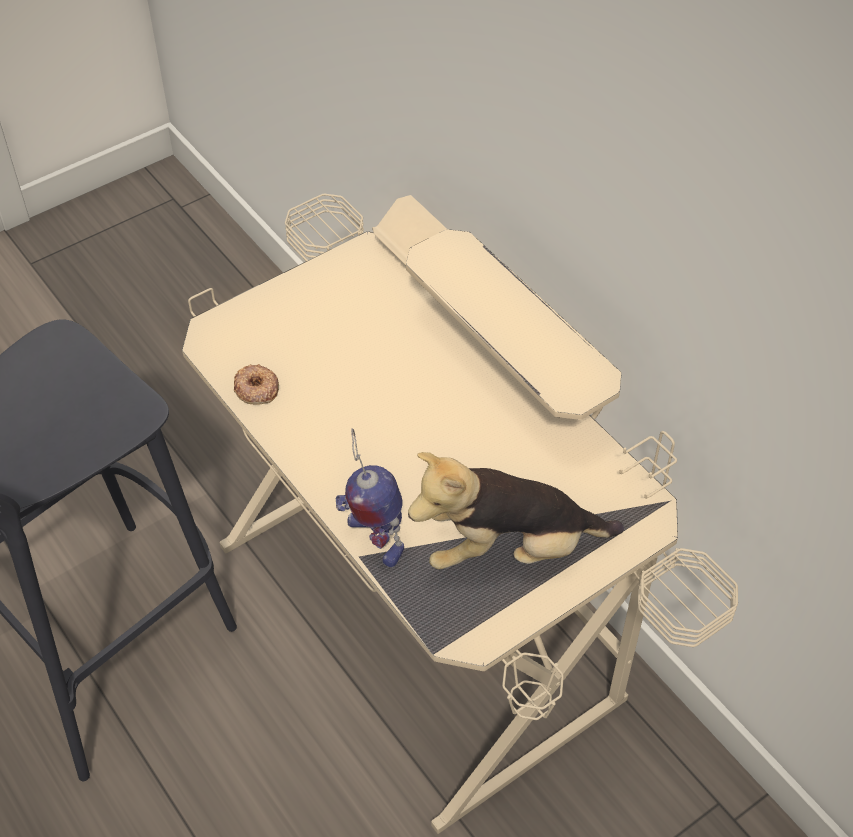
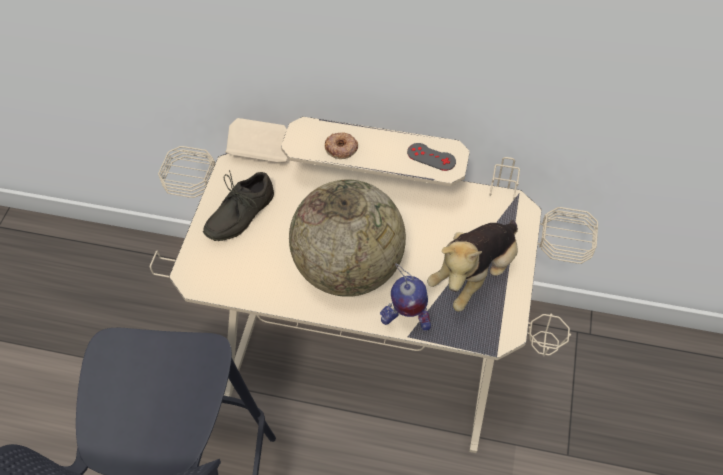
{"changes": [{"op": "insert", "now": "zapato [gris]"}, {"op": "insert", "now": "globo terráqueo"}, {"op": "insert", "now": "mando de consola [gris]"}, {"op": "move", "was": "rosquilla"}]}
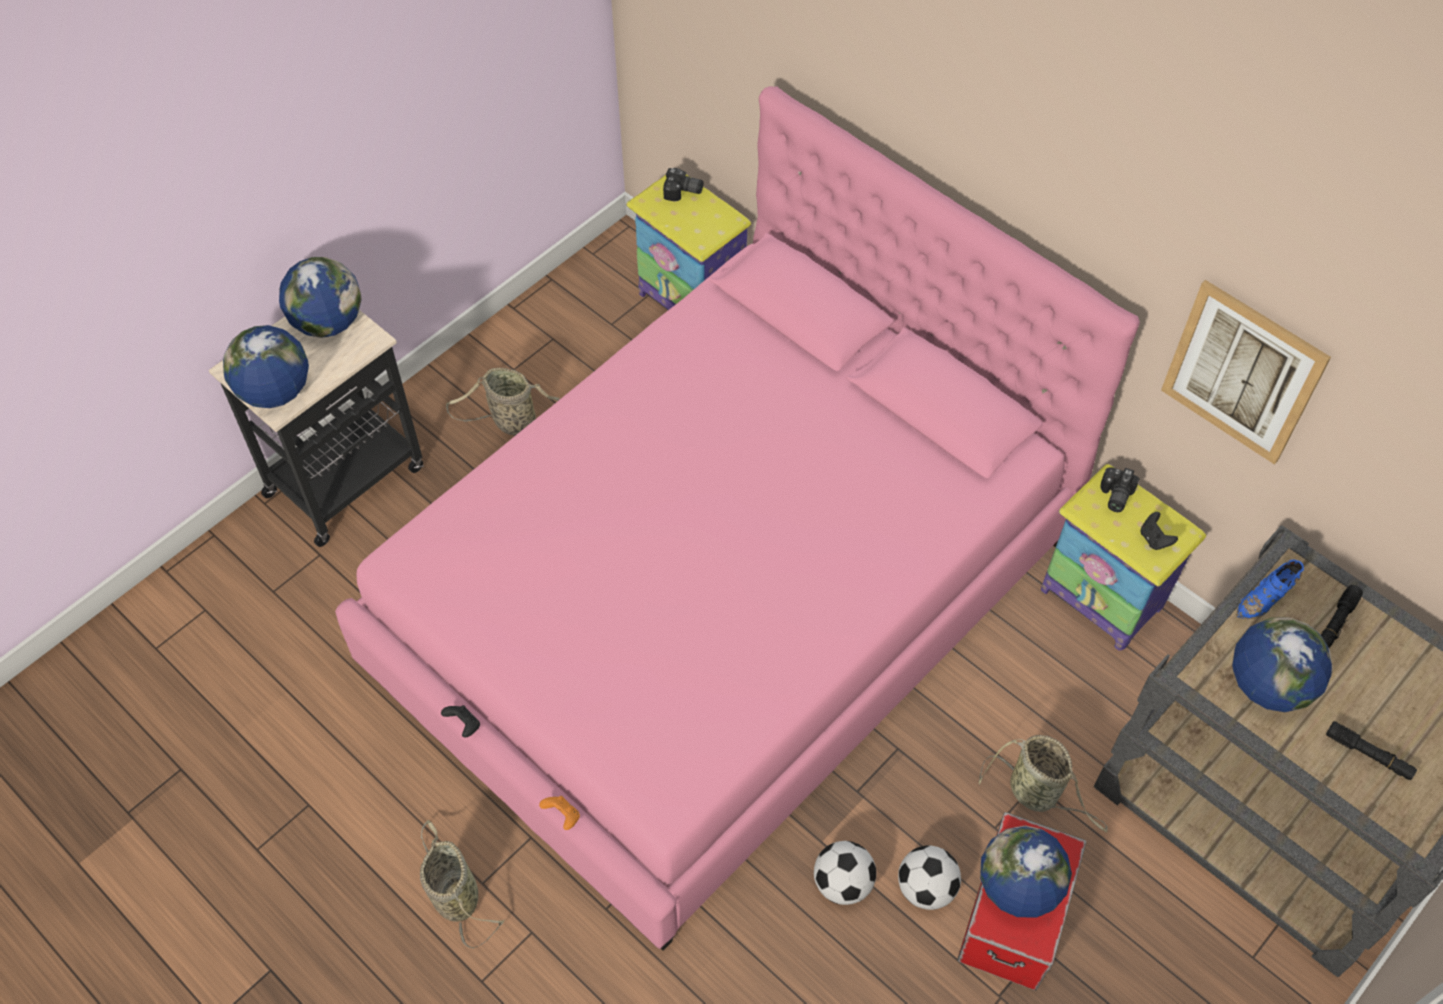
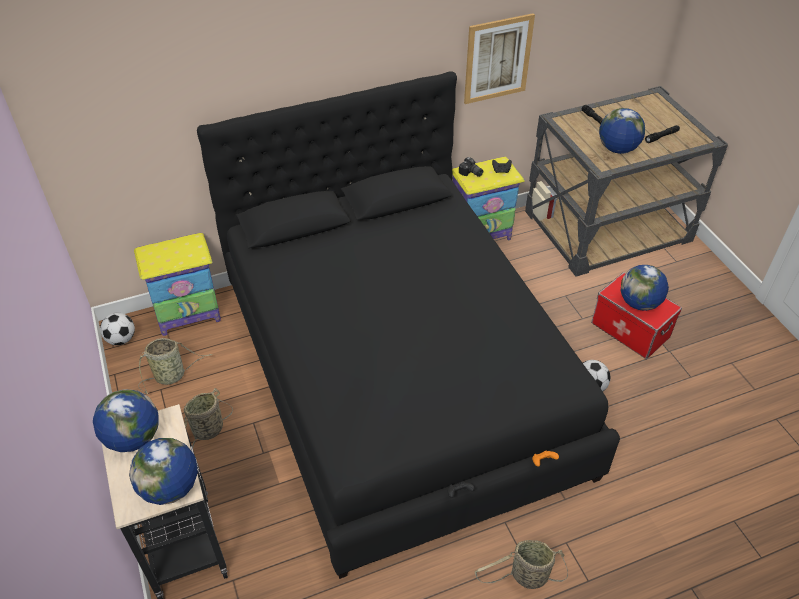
{"changes": [{"op": "delete", "was": "cámara (1st from left)"}, {"op": "delete", "was": "zapato [azul]"}, {"op": "move", "was": "balón de fútbol (2nd from left in the first image)", "now": "balón de fútbol (1st from left)"}, {"op": "move", "was": "cesta (3rd from left in the first image)", "now": "cesta (1st from left)"}, {"op": "recolor", "was": "cama [rosa]", "now": "cama [negro]"}]}
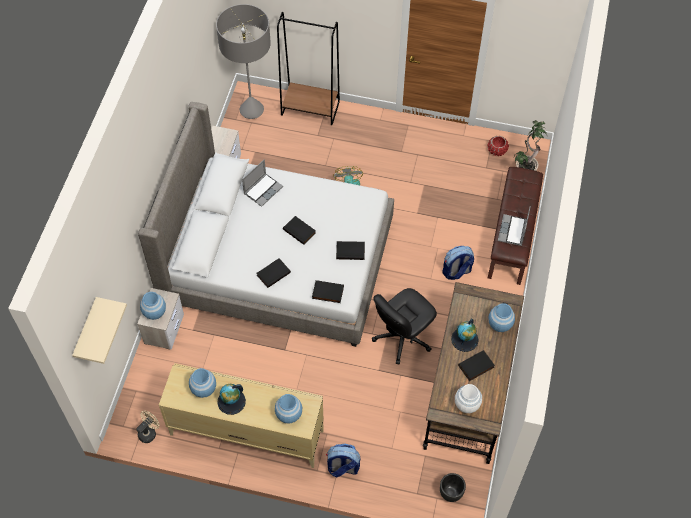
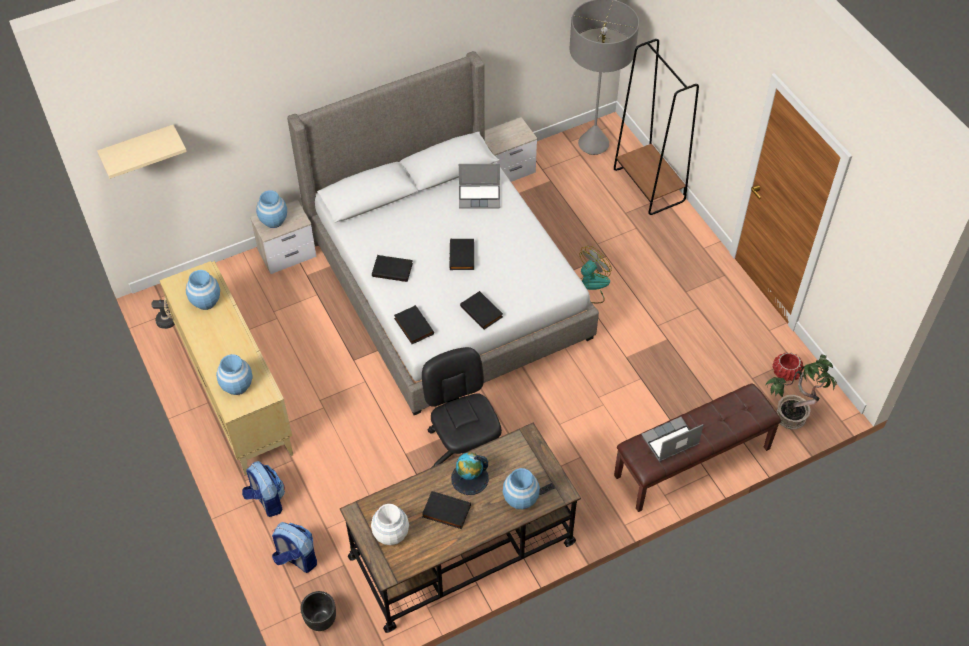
{"changes": [{"op": "delete", "was": "globo terráqueo (1st from left)"}, {"op": "move", "was": "mochila (2nd from left)"}, {"op": "rotate", "was": "silla de oficina [negro]", "clockwise": 60}]}
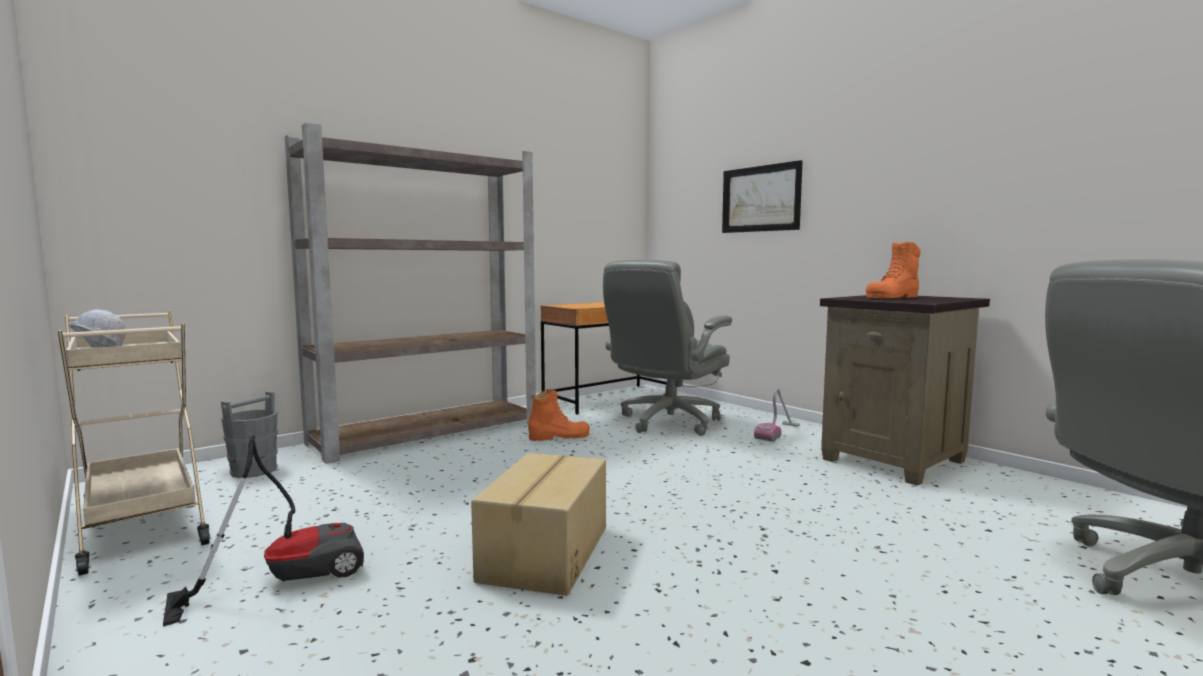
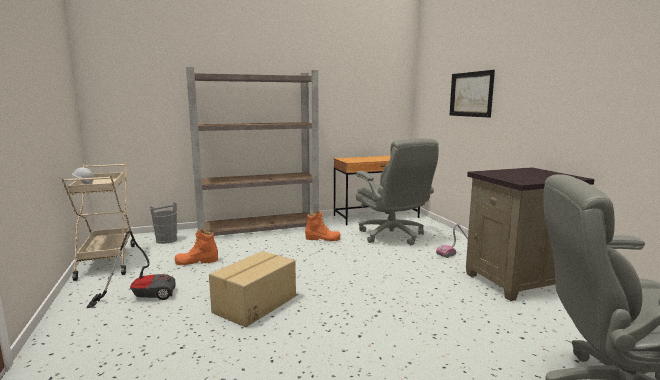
{"changes": [{"op": "move", "was": "bota [naranja] (2nd from left in the first image)", "now": "bota [naranja] (1st from left)"}, {"op": "rotate", "was": "silla de oficina [gris] (1st from left)", "clockwise": -90}]}
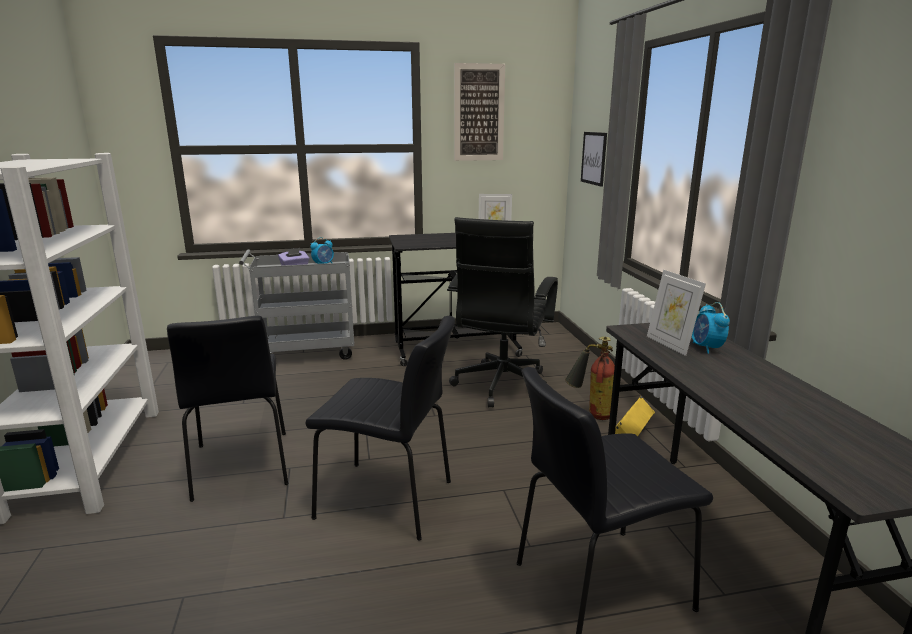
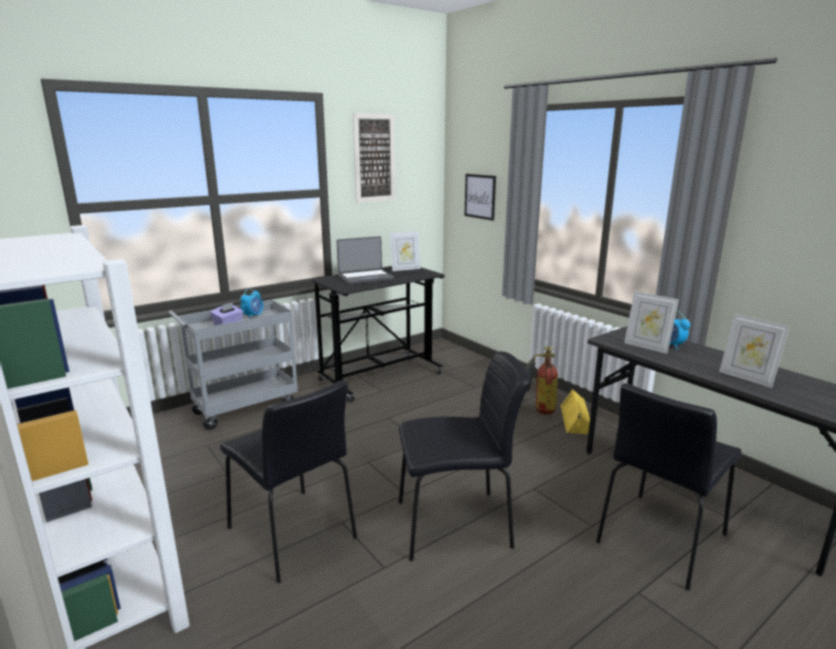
{"changes": [{"op": "delete", "was": "silla de oficina [negro]"}, {"op": "insert", "now": "portátil"}, {"op": "insert", "now": "portarretratos (3rd from left)"}]}
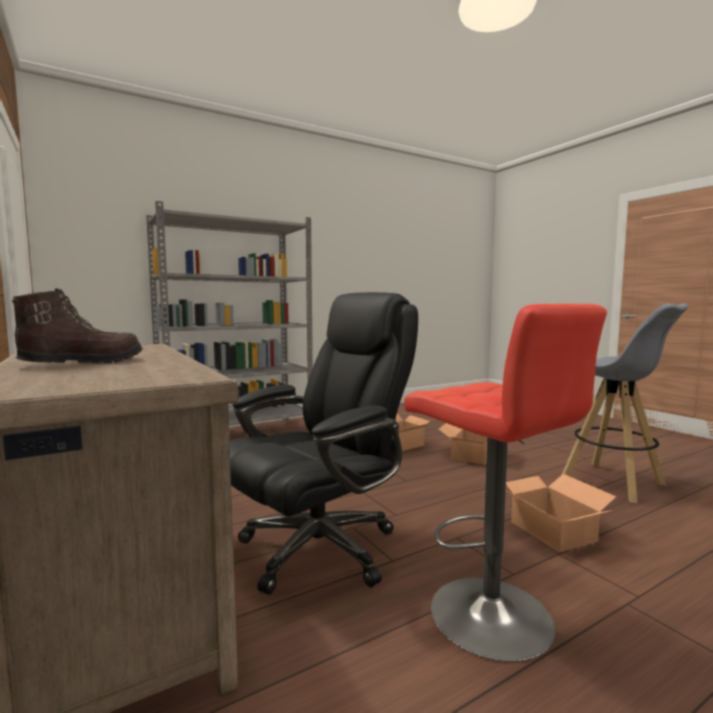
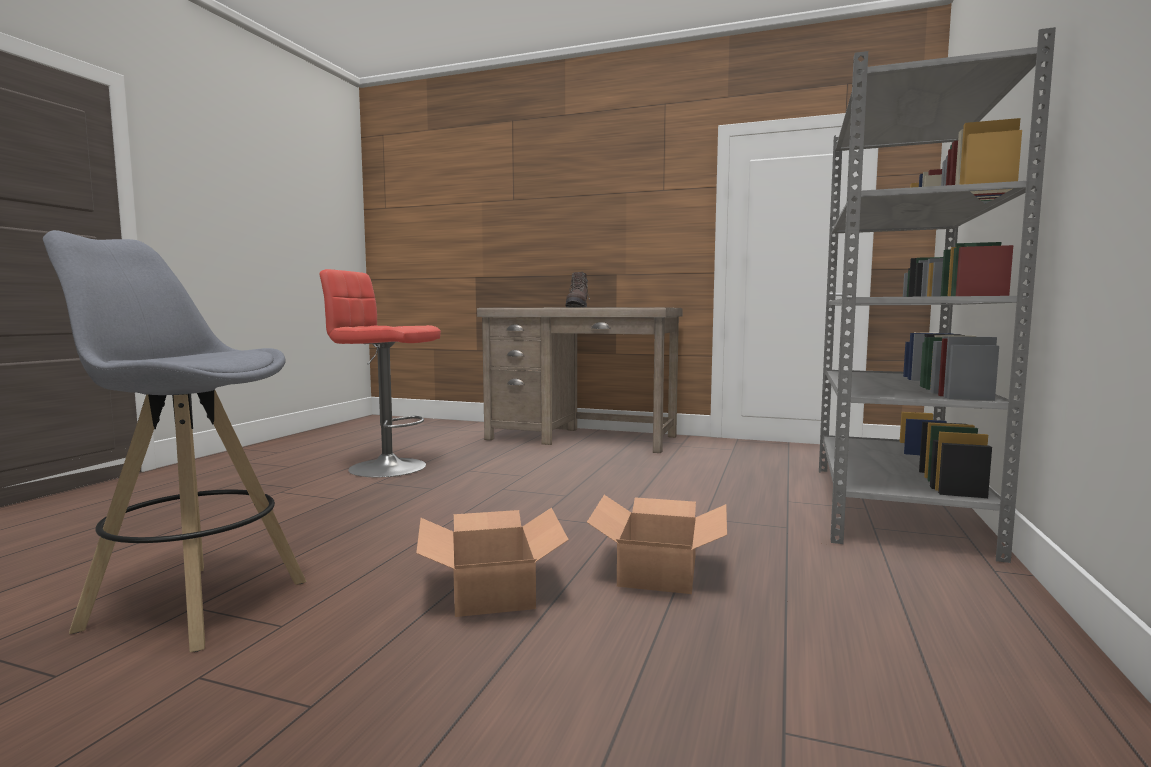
{"changes": [{"op": "delete", "was": "silla de oficina [negro]"}, {"op": "delete", "was": "caja de cartón (3rd from left)"}]}
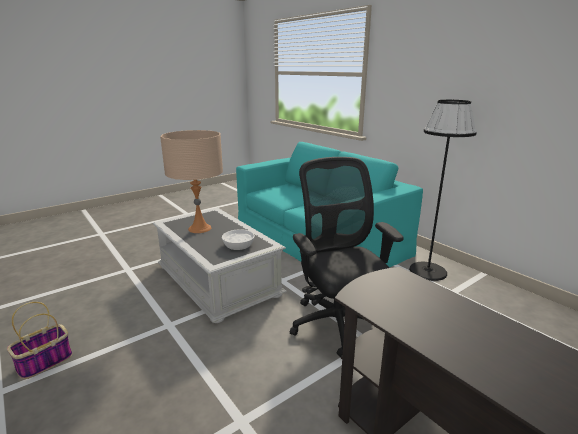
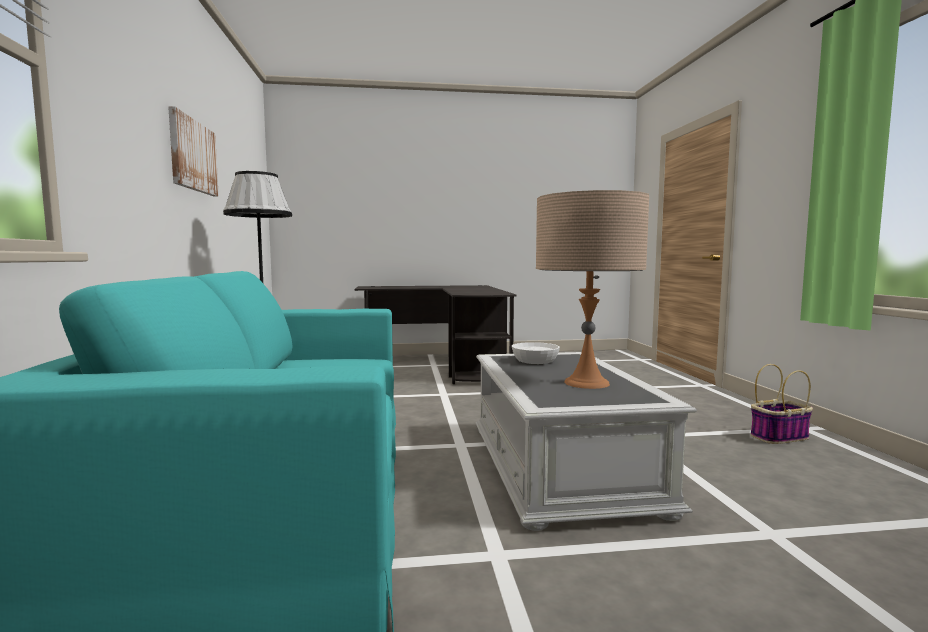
{"changes": [{"op": "delete", "was": "silla de oficina [negro]"}, {"op": "insert", "now": "cuadro"}]}
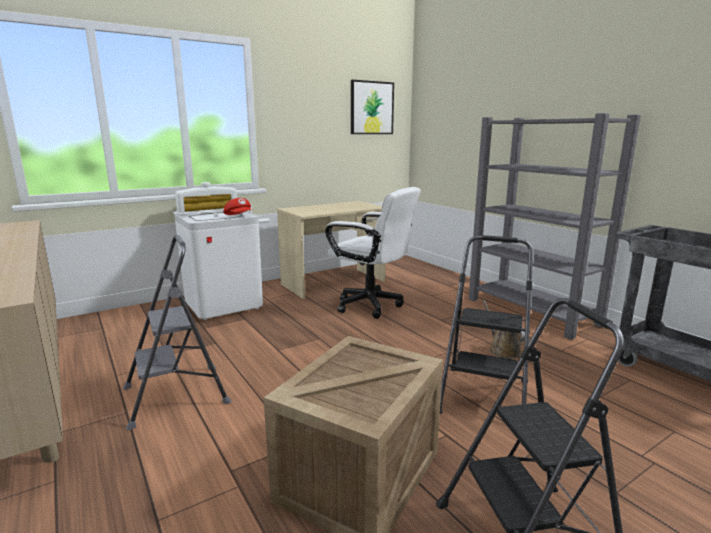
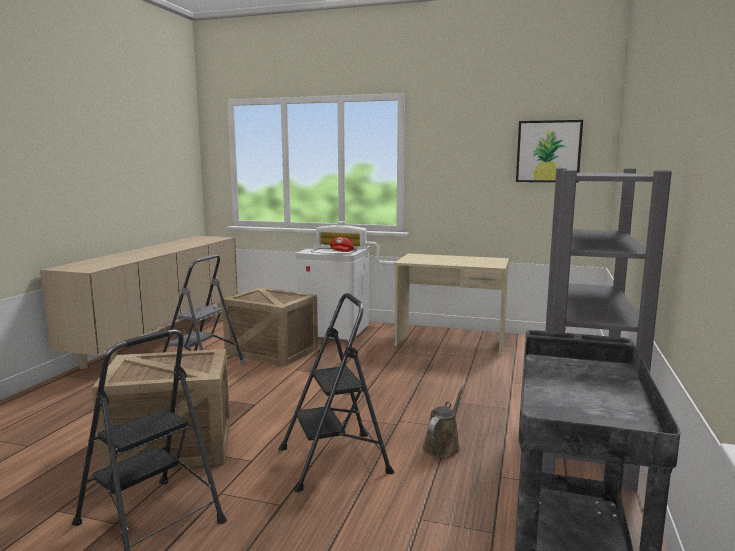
{"changes": [{"op": "delete", "was": "silla de oficina [blanco]"}, {"op": "insert", "now": "caja de embalaje (2nd from left)"}]}
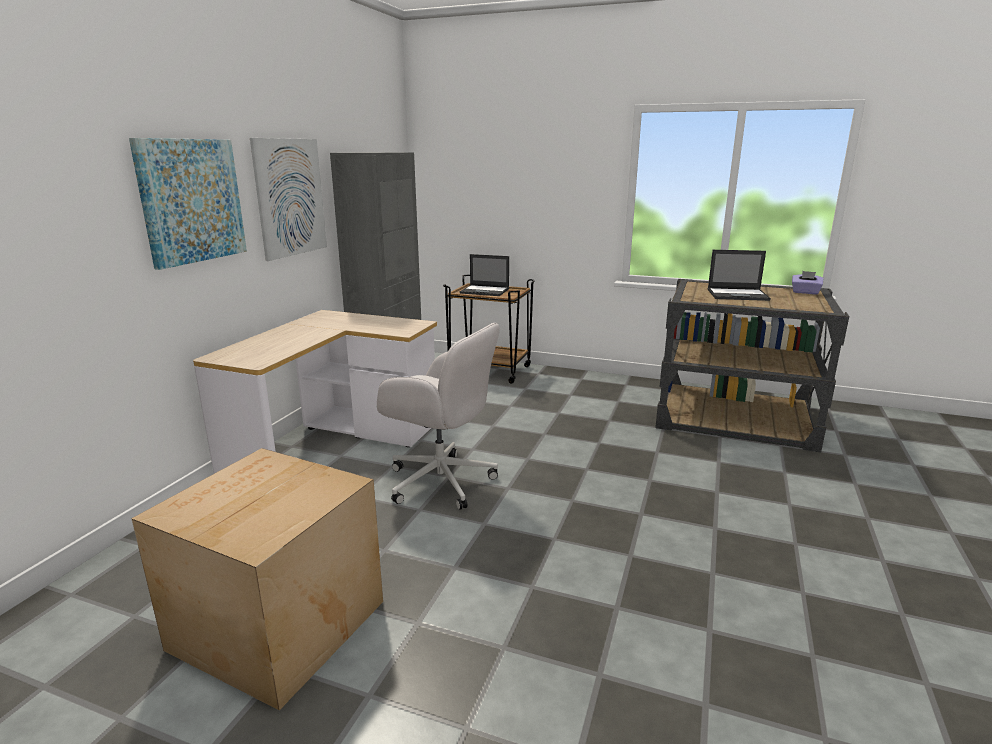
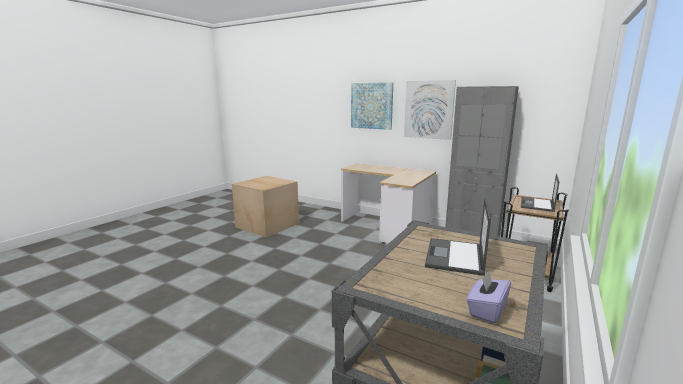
{"changes": [{"op": "delete", "was": "silla de oficina [blanco]"}]}
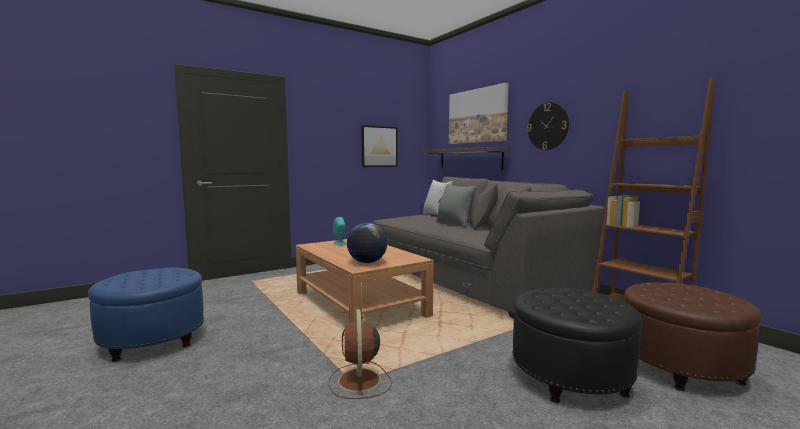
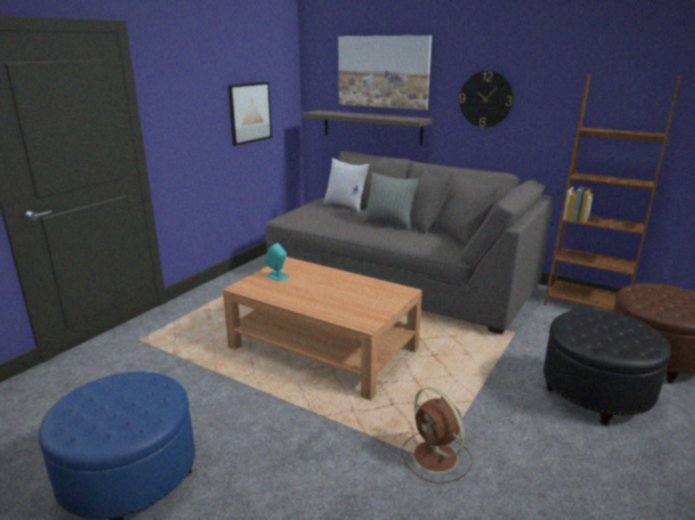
{"changes": [{"op": "delete", "was": "globo terráqueo"}]}
